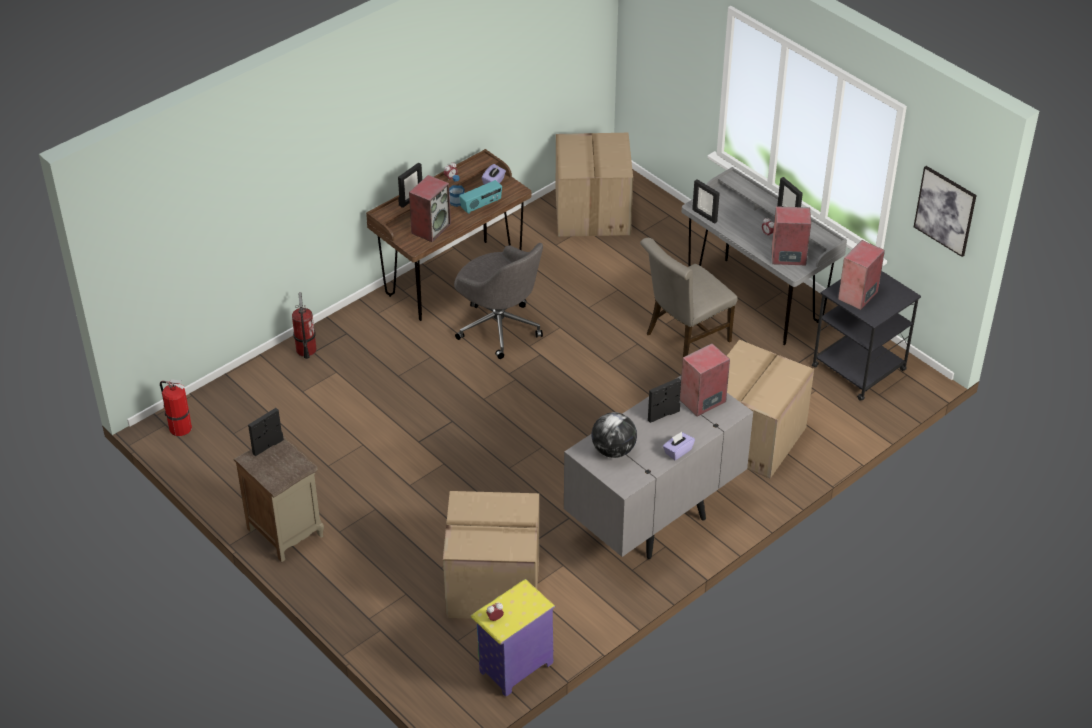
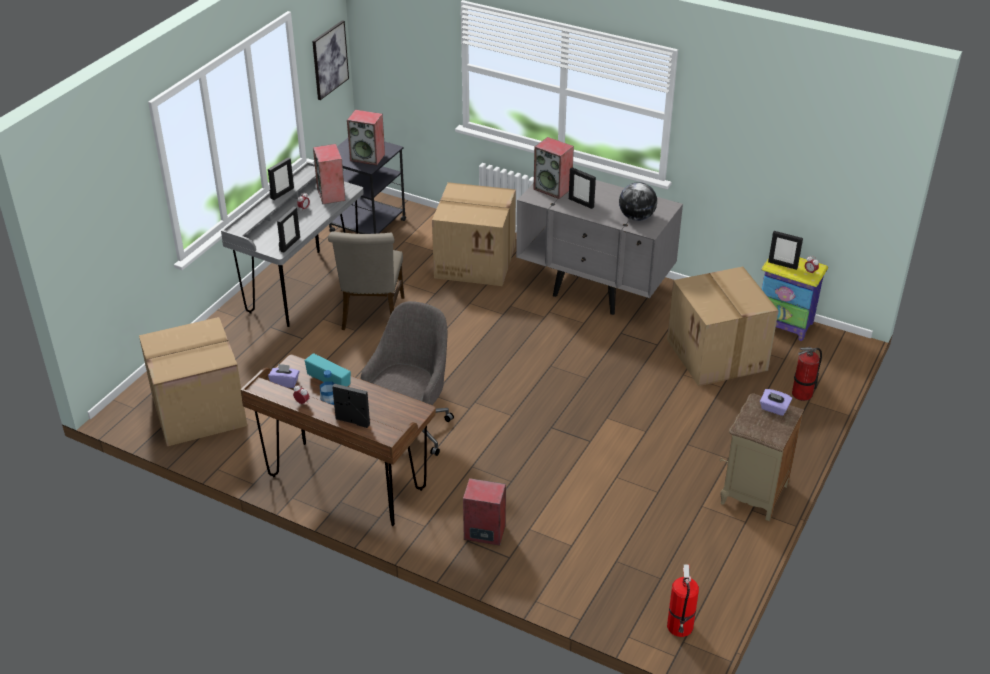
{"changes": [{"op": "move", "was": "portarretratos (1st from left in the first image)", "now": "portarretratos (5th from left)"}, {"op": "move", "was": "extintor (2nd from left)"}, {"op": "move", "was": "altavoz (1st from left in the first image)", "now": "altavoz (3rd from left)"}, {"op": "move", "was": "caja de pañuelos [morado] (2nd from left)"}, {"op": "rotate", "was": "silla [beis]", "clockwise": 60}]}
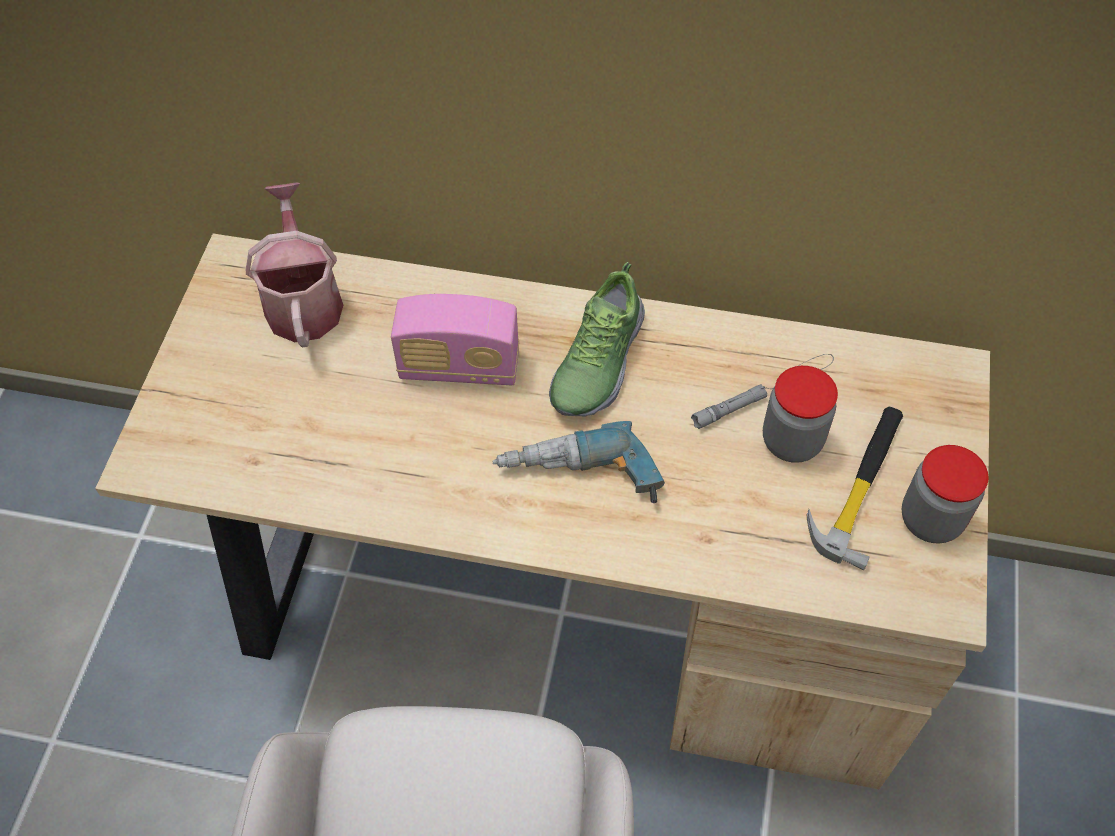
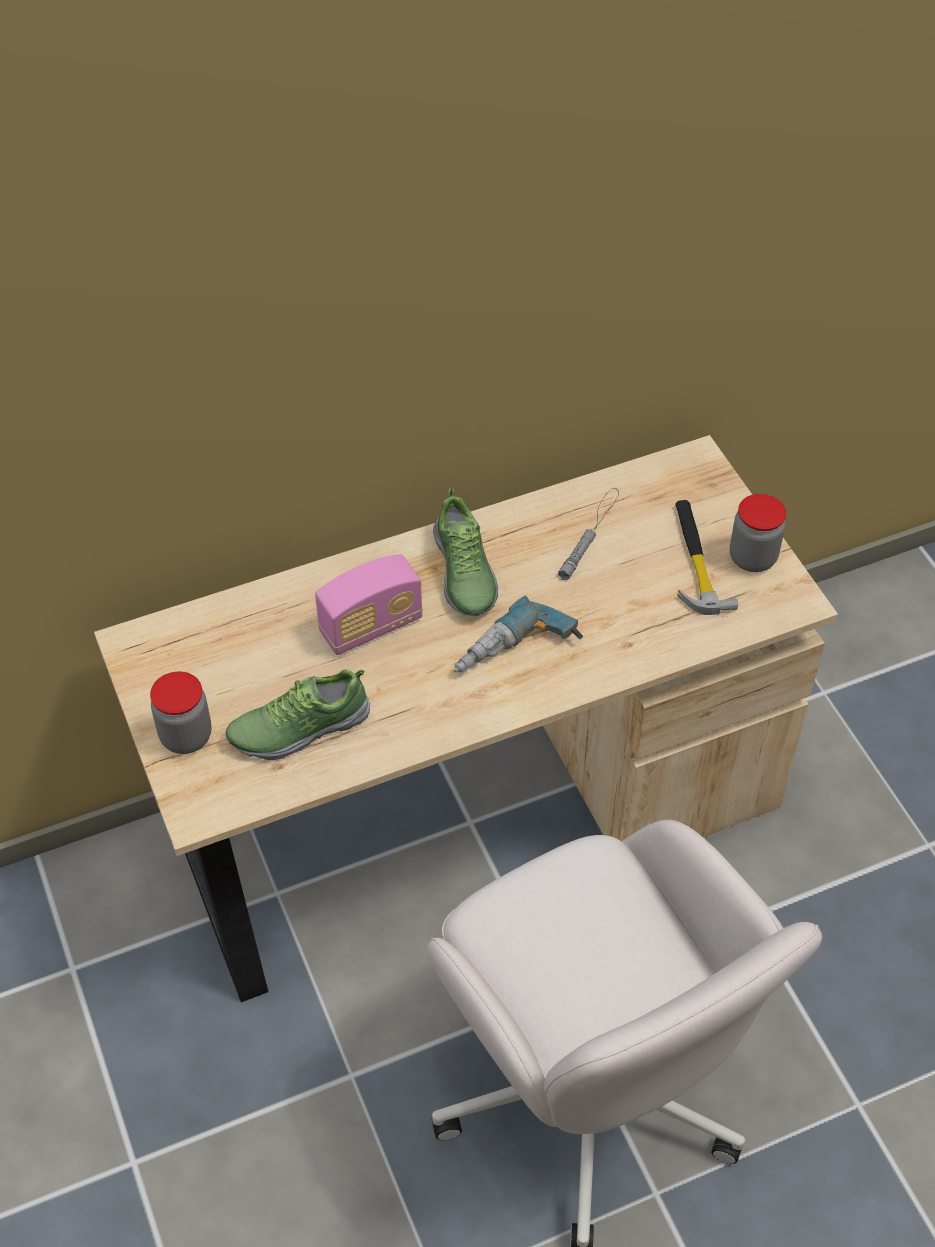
{"changes": [{"op": "delete", "was": "regadera"}, {"op": "insert", "now": "zapato (1st from left)"}, {"op": "move", "was": "tarro (1st from left)"}]}
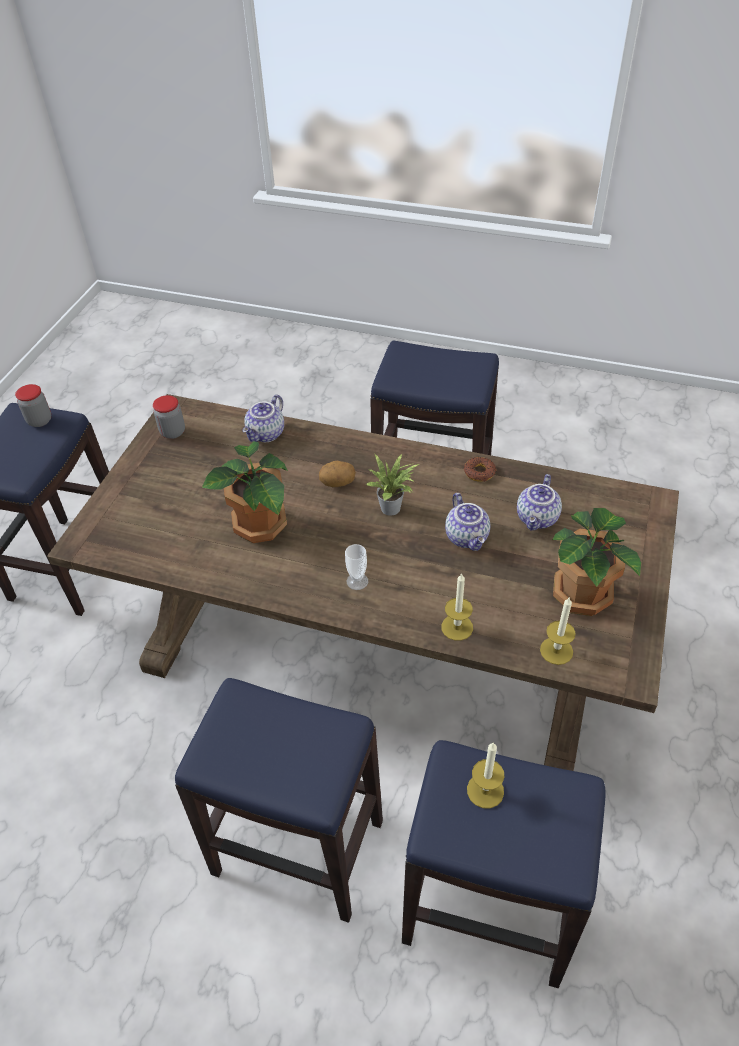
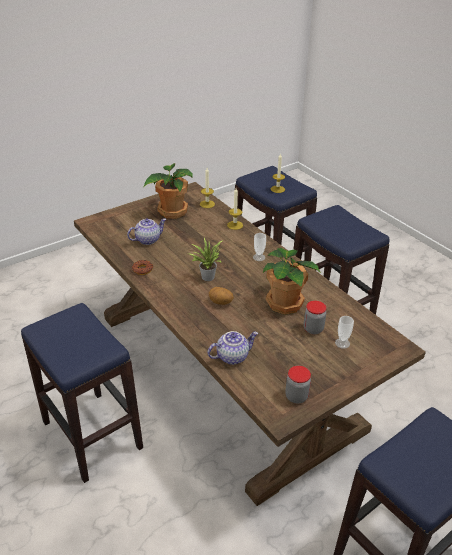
{"changes": [{"op": "delete", "was": "tetera (2nd from left)"}, {"op": "insert", "now": "taza (2nd from left)"}, {"op": "move", "was": "tarro (1st from left in the first image)", "now": "tarro (2nd from left)"}]}
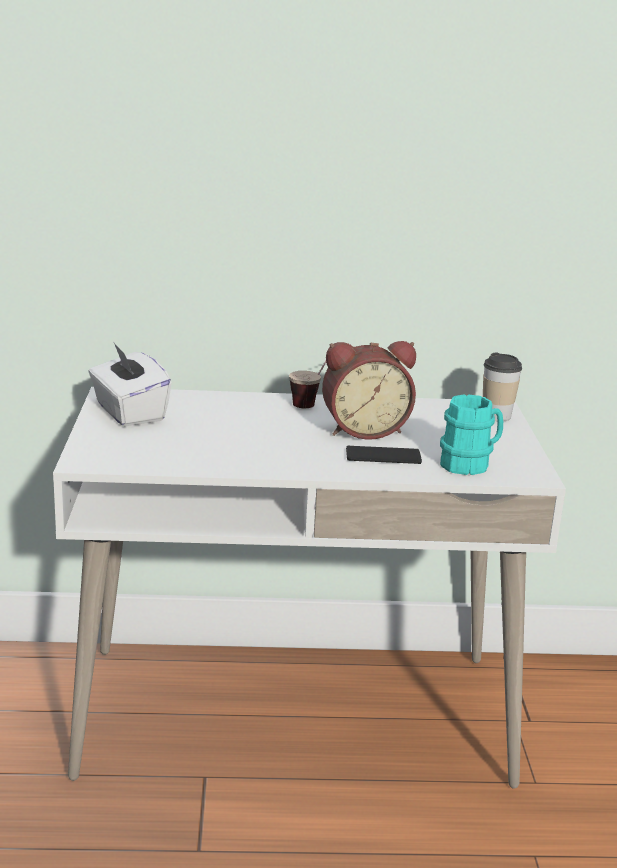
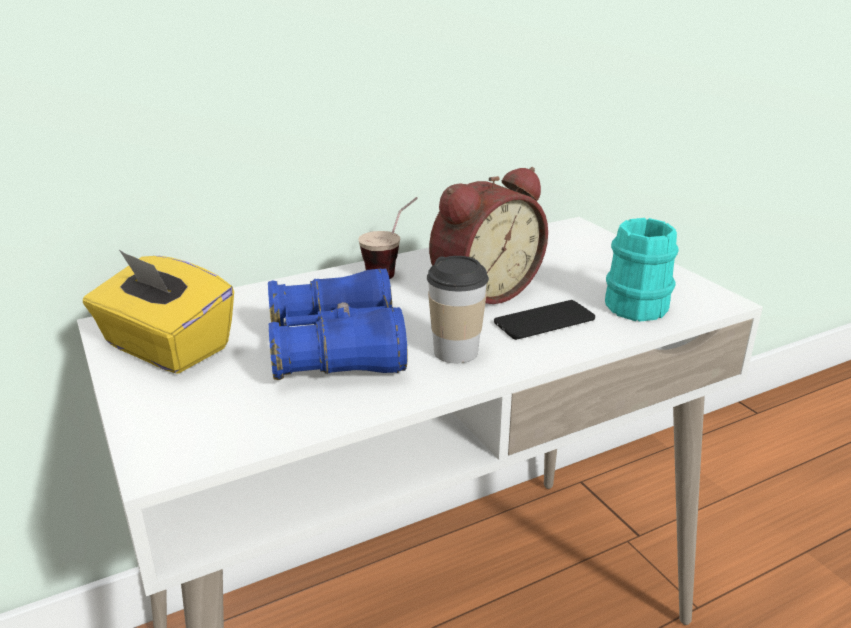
{"changes": [{"op": "insert", "now": "prismáticos [azul]"}, {"op": "move", "was": "taza (2nd from left)"}, {"op": "recolor", "was": "caja de pañuelos [blanco]", "now": "caja de pañuelos [amarillo]"}]}
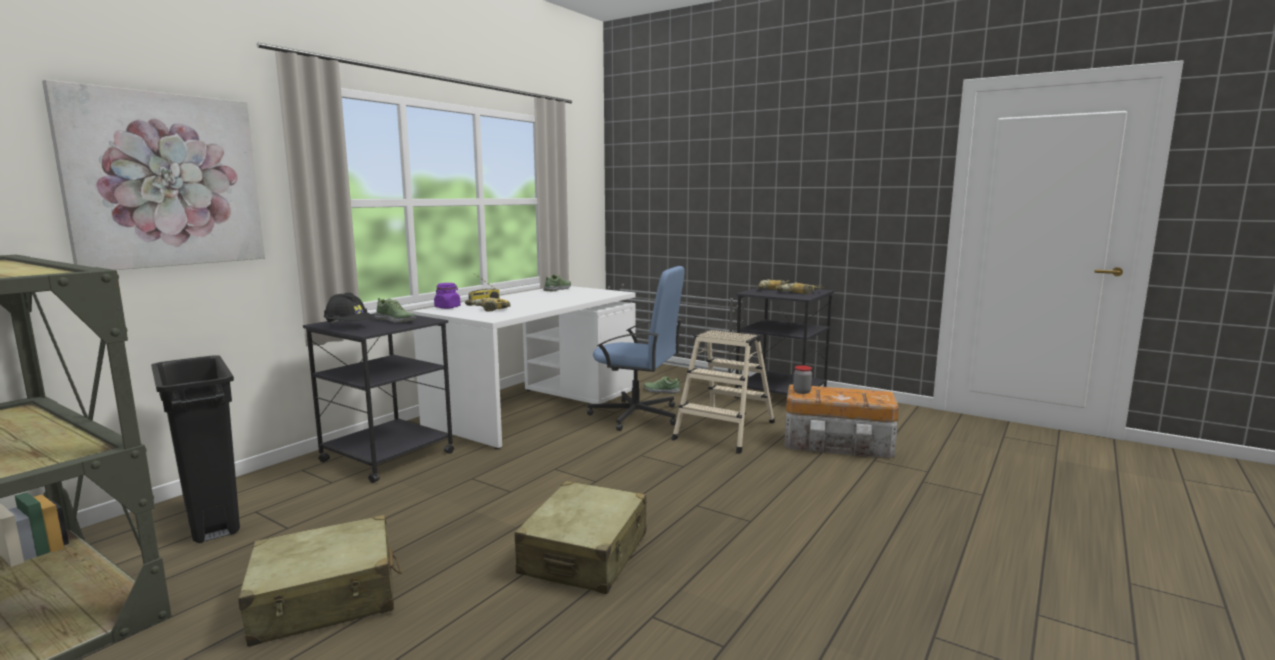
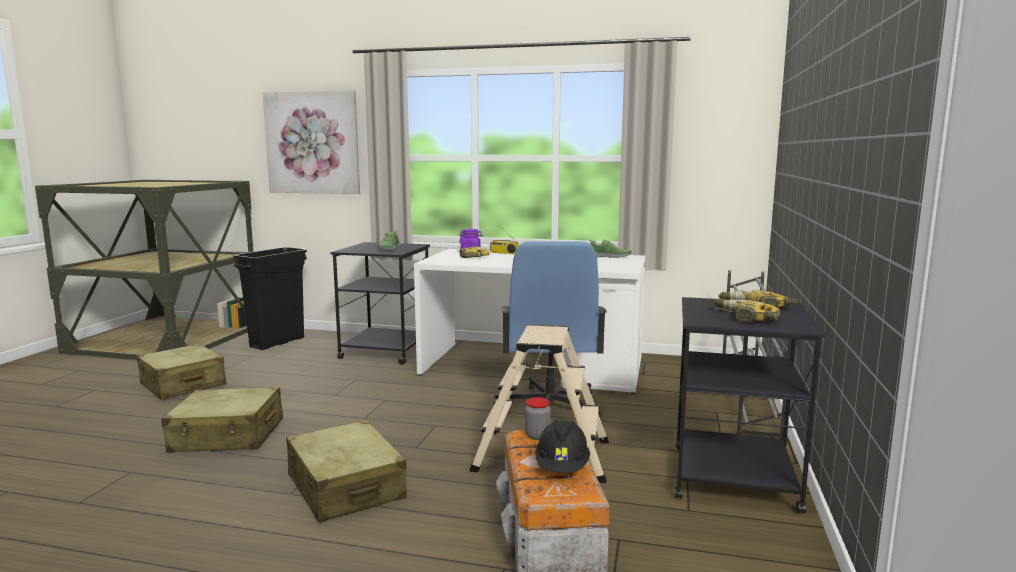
{"changes": [{"op": "delete", "was": "zapato (3rd from left)"}, {"op": "insert", "now": "maleta [beis] (3rd from left)"}, {"op": "move", "was": "casco [negro]"}]}
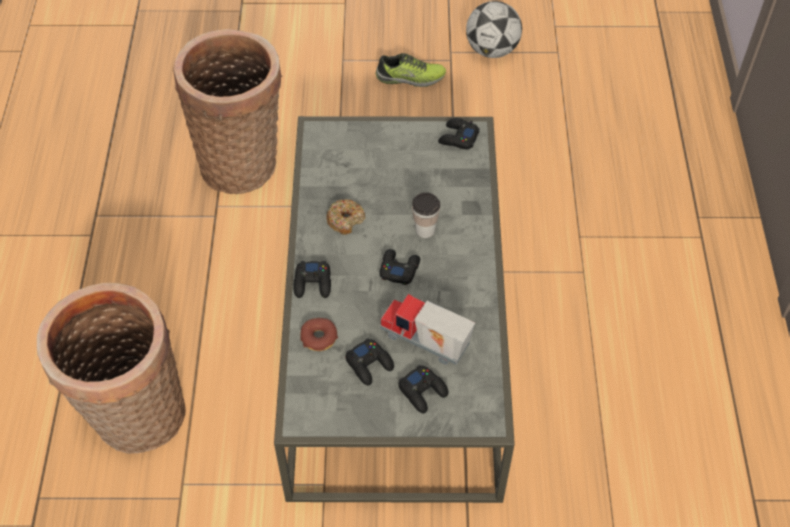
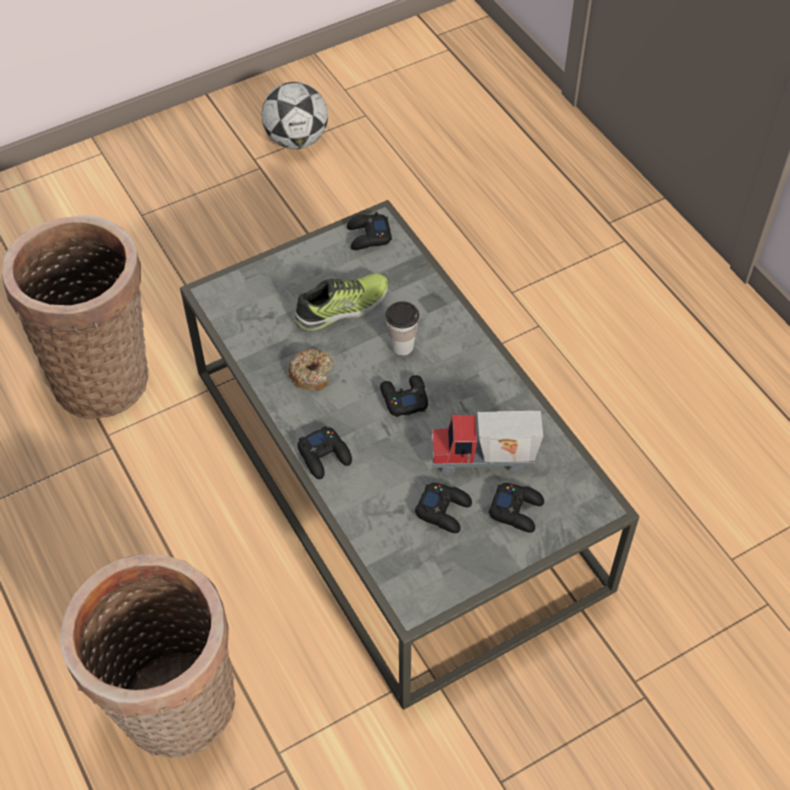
{"changes": [{"op": "delete", "was": "rosquilla (1st from left)"}, {"op": "move", "was": "zapato"}]}
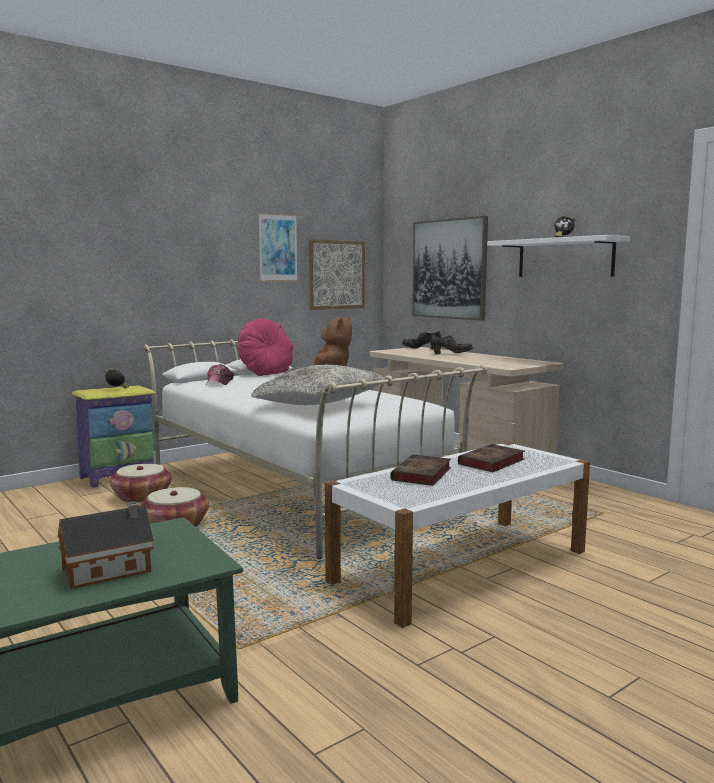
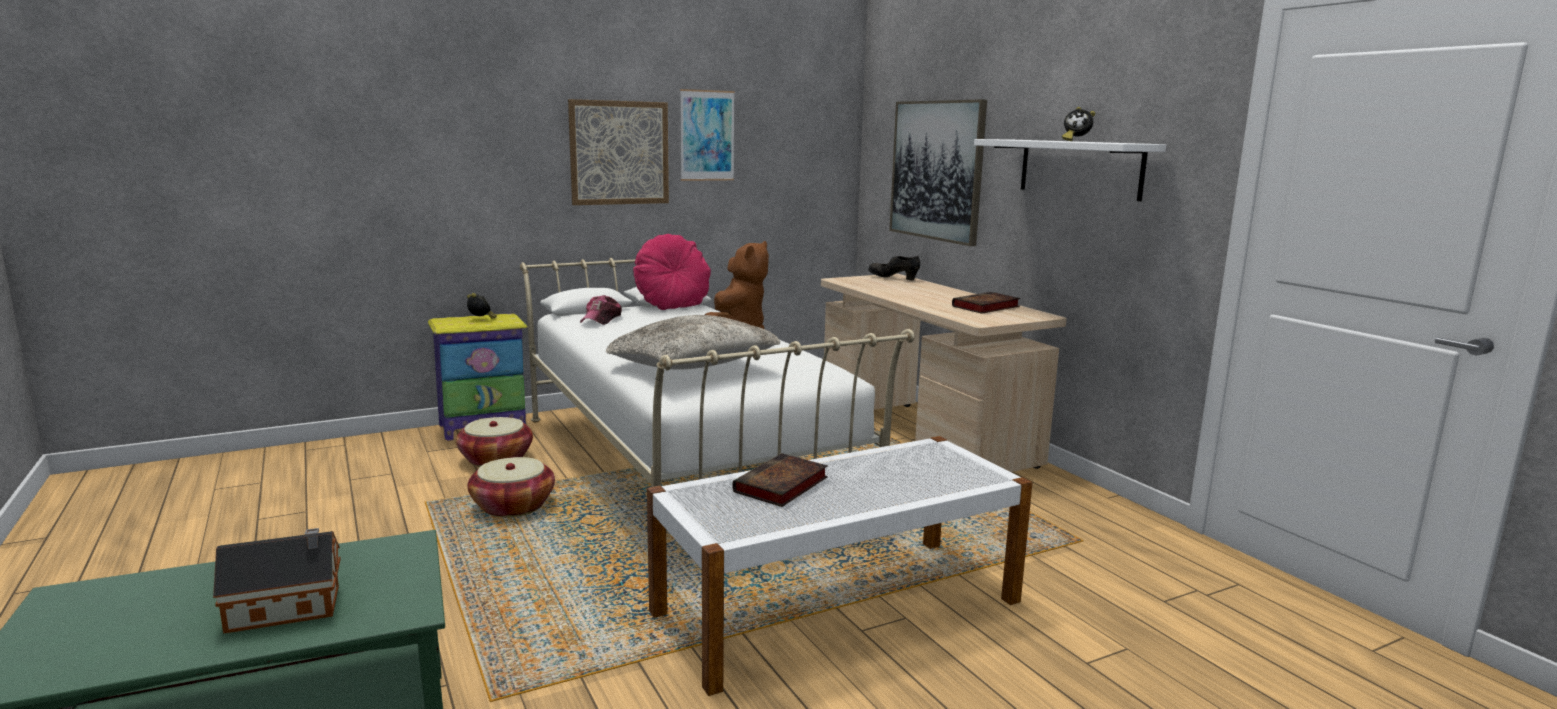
{"changes": [{"op": "delete", "was": "zapato [negro] (2nd from left)"}, {"op": "move", "was": "cuadro (2nd from left in the first image)", "now": "cuadro (1st from left)"}, {"op": "move", "was": "libro (2nd from left)"}]}
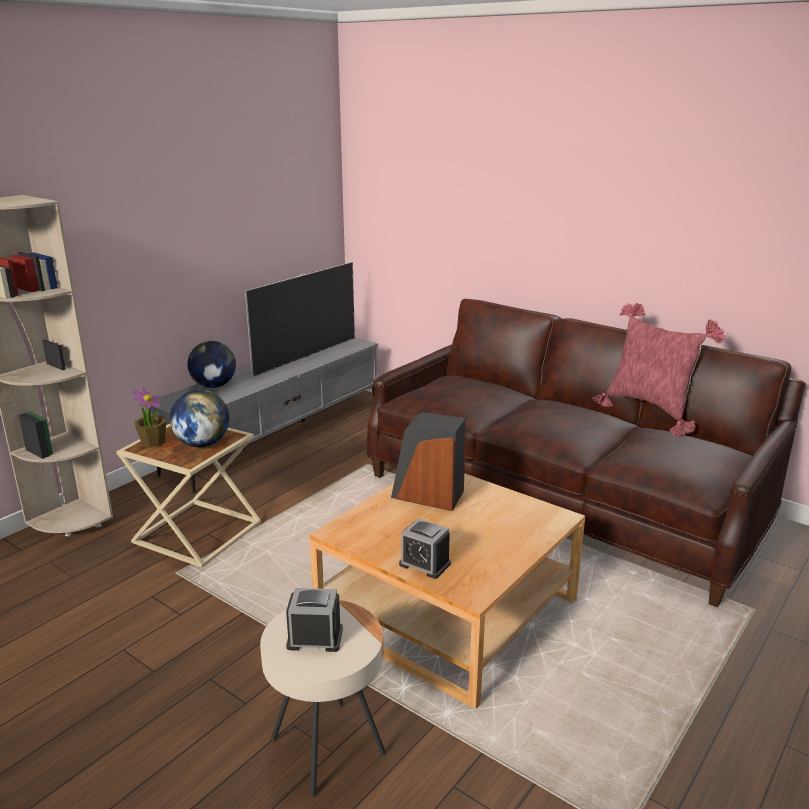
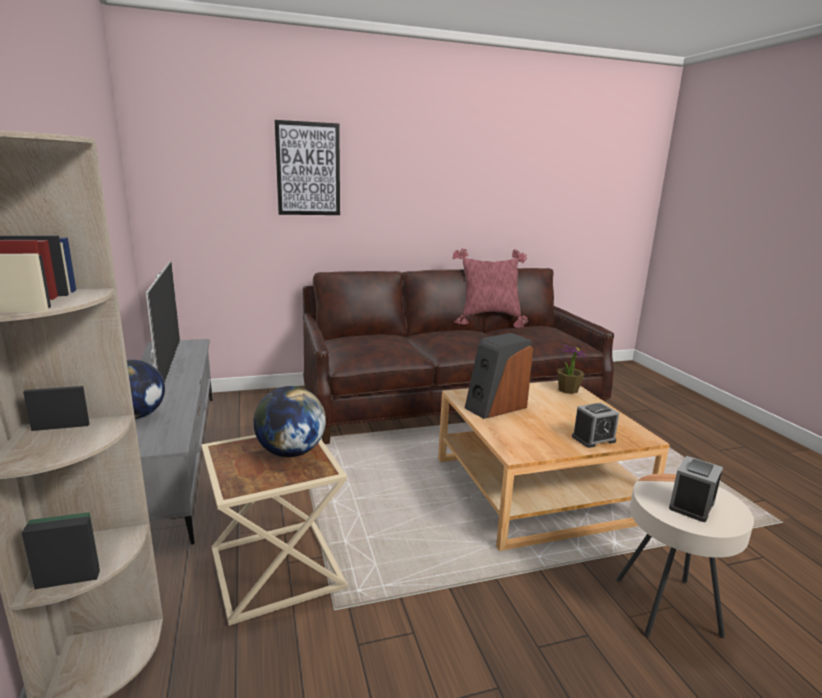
{"changes": [{"op": "insert", "now": "cuadro"}, {"op": "move", "was": "planta en maceta"}]}
